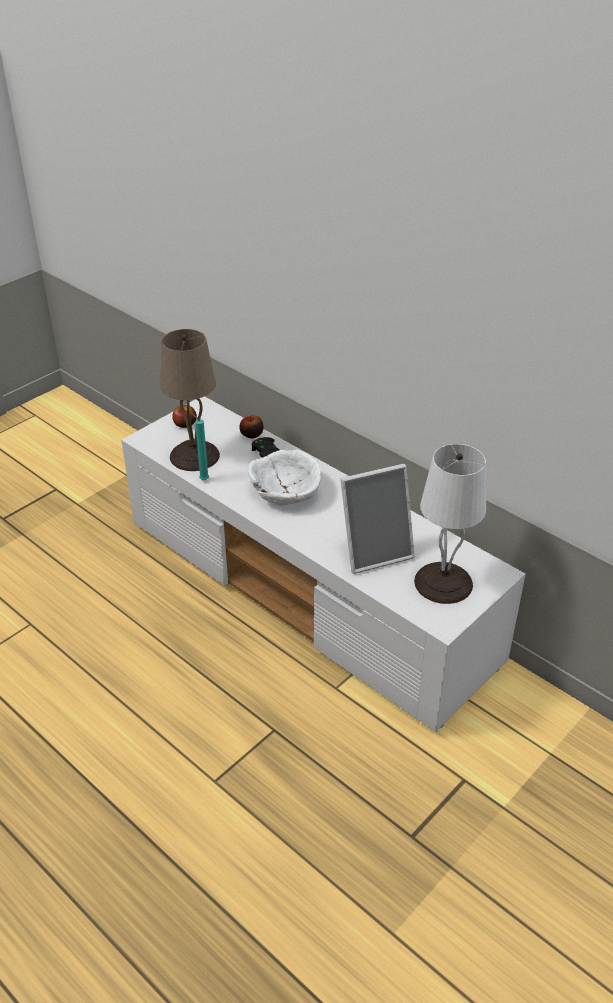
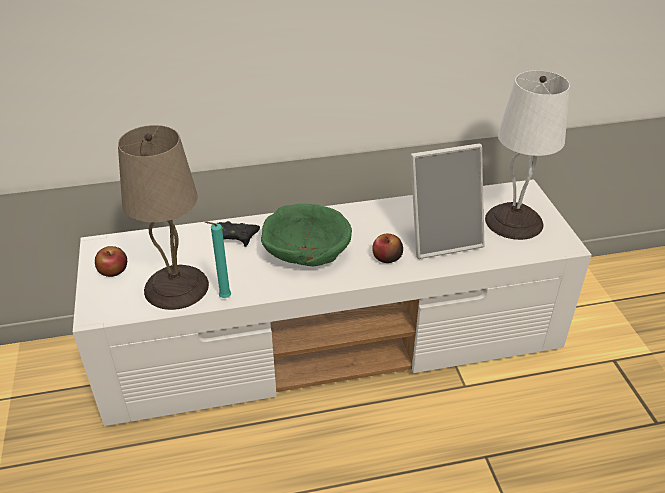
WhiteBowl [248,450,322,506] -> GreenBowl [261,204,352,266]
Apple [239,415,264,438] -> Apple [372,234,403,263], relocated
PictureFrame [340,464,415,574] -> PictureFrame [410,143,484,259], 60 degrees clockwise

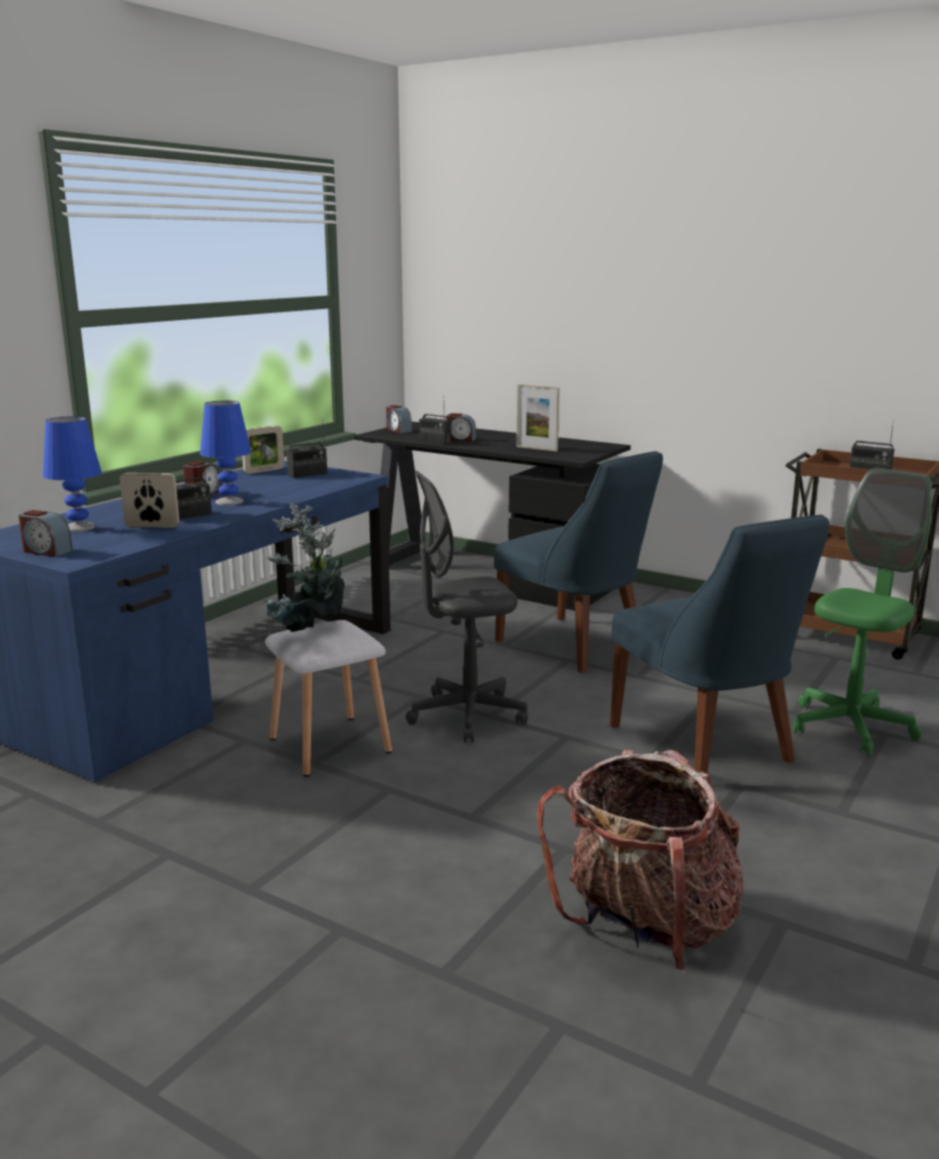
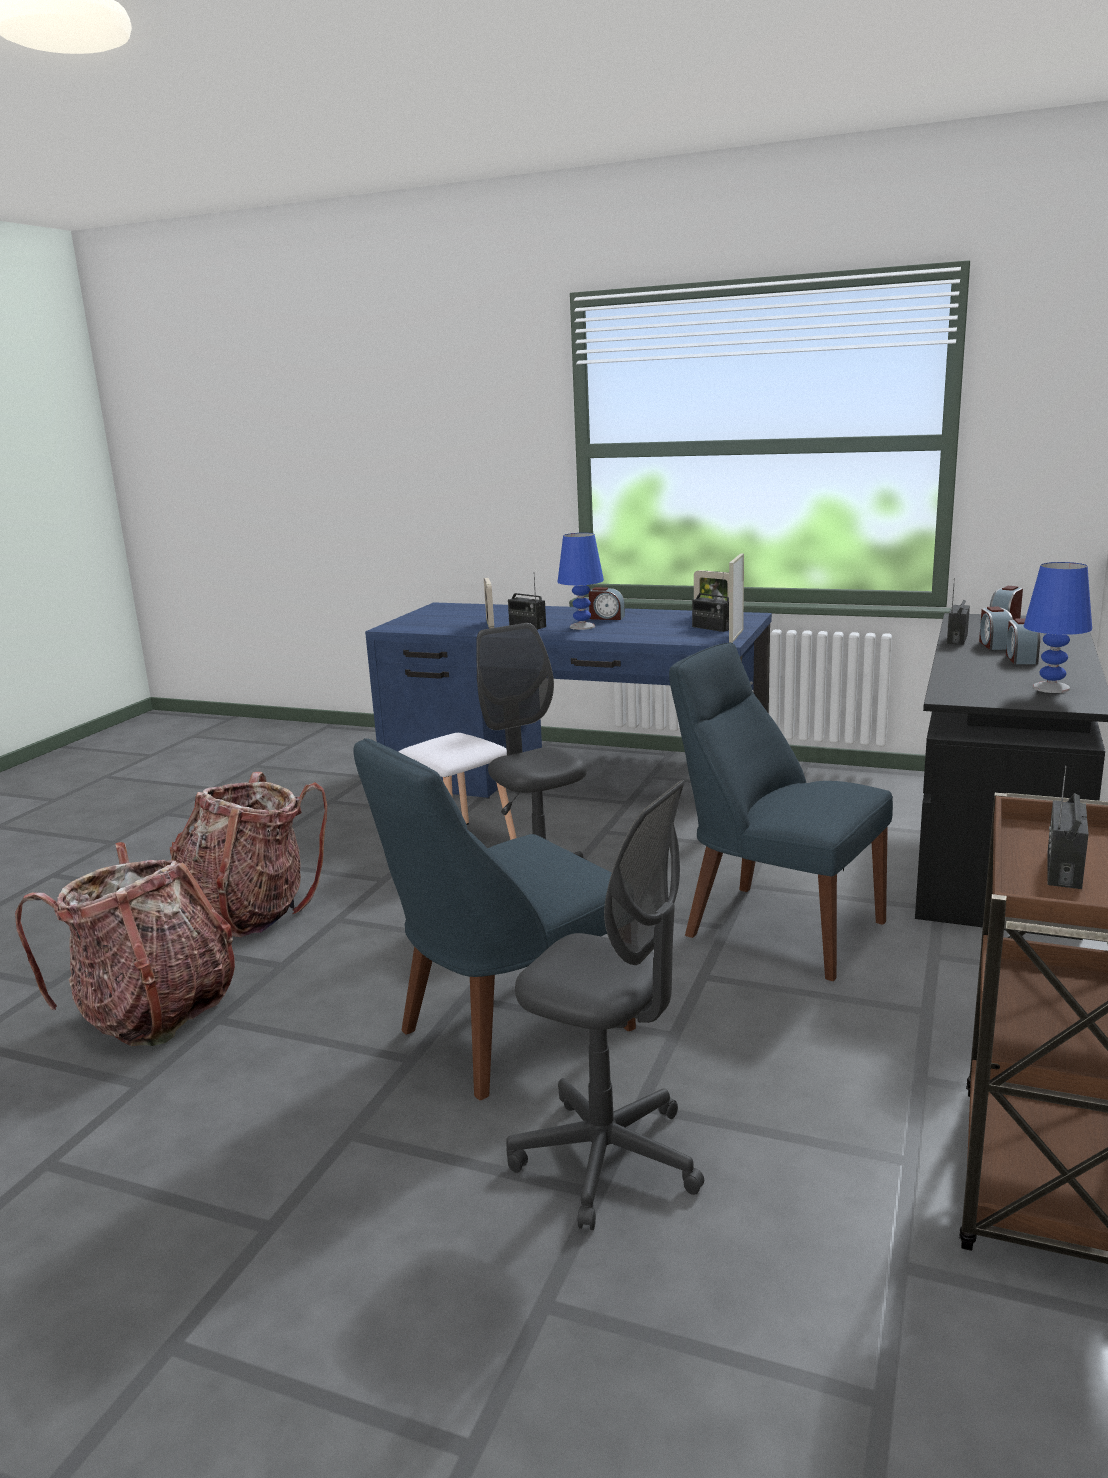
none -> Backpack [170,772,327,937]
GreenOfficeChair [793,468,932,756] -> GreyOfficeChair [506,780,704,1230]
BlueChair [494,451,663,673] -> BlueChair [669,643,893,981], 90 degrees clockwise
PictureFrame [516,384,560,452] -> PictureFrame [729,553,744,643], relocated
AlarmClock [19,510,72,557] -> AlarmClock [1006,619,1040,664], relocated
BlueTableLamp [43,416,102,532] -> BlueTableLamp [1024,562,1092,693], relocated
PottedPlant [264,502,345,632] -> none

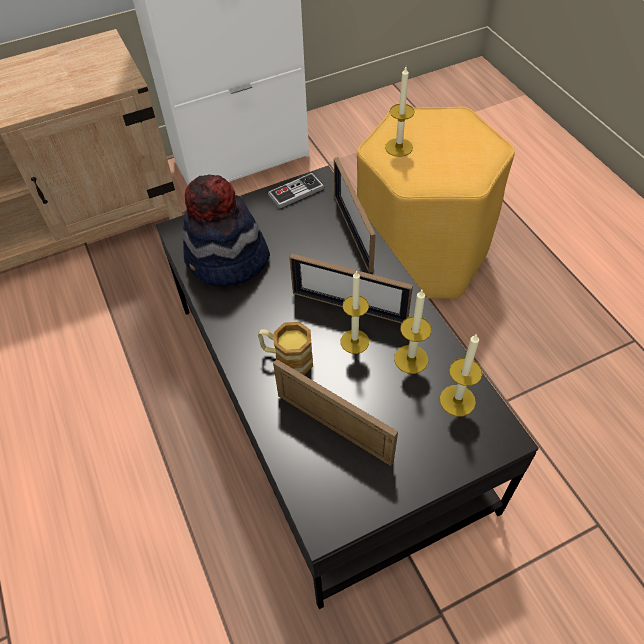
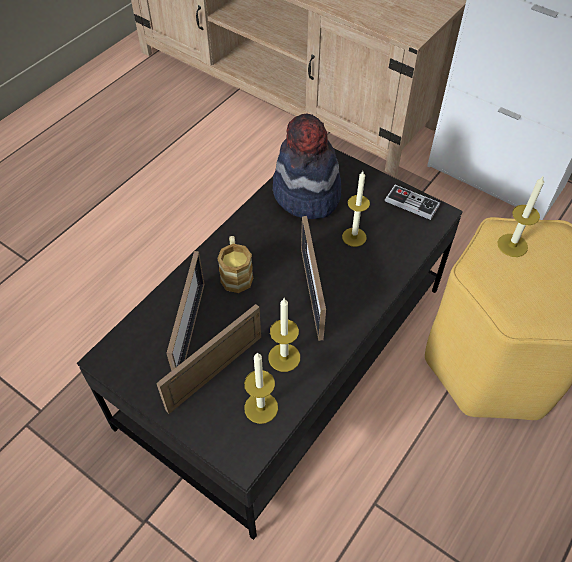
PictureFrame [334,157,376,273] -> PictureFrame [156,304,261,414], relocated
Candle [340,270,369,354] -> Candle [342,171,370,247], relocated

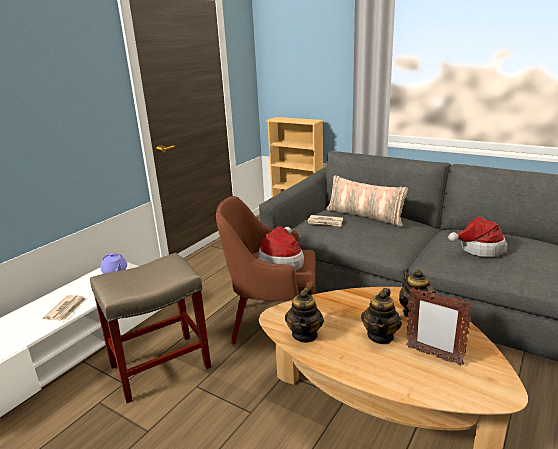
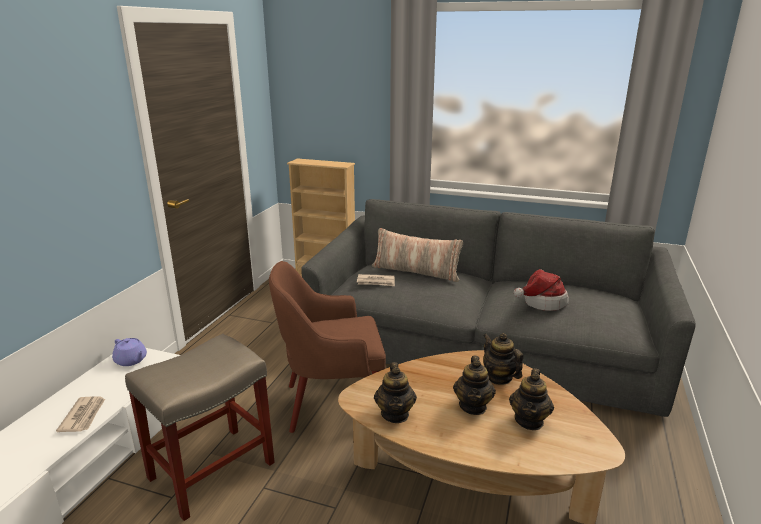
PictureFrame [406,288,473,365] -> Teapot [509,368,554,430]
Hat [258,226,304,270] -> none

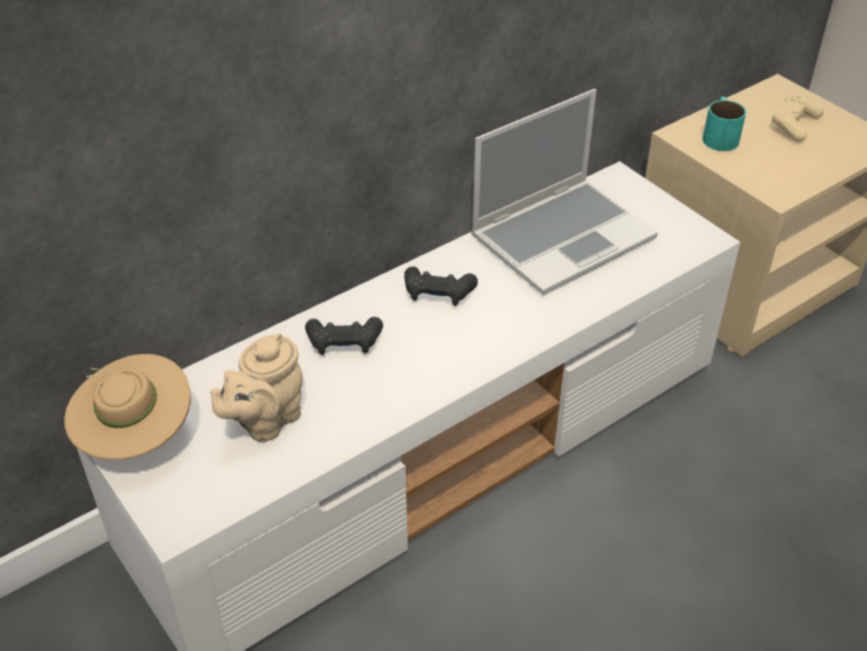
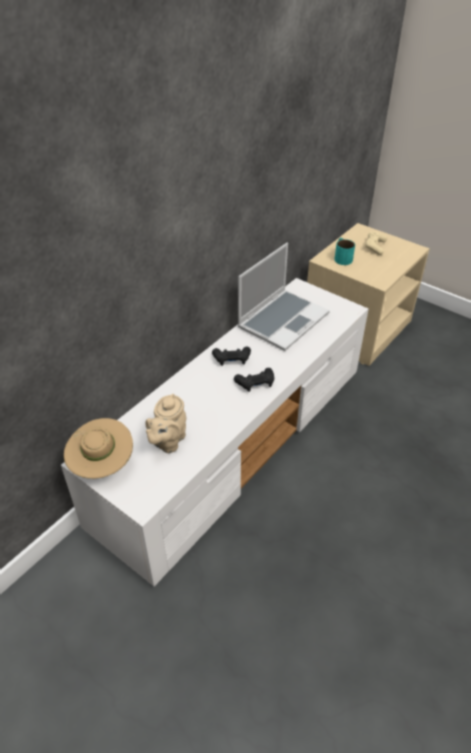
BlackGameController [305,317,383,355] -> BlackGameController [234,368,274,392], relocated

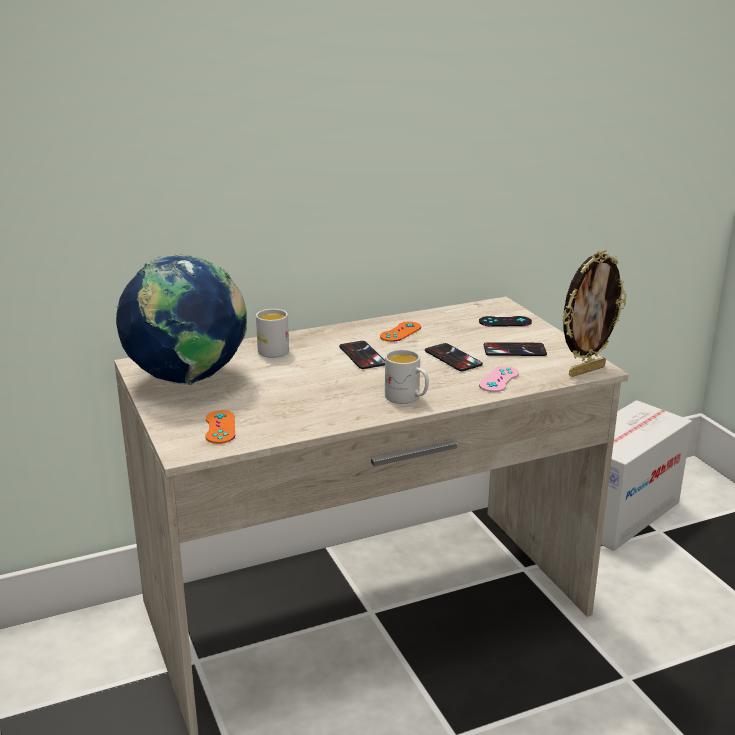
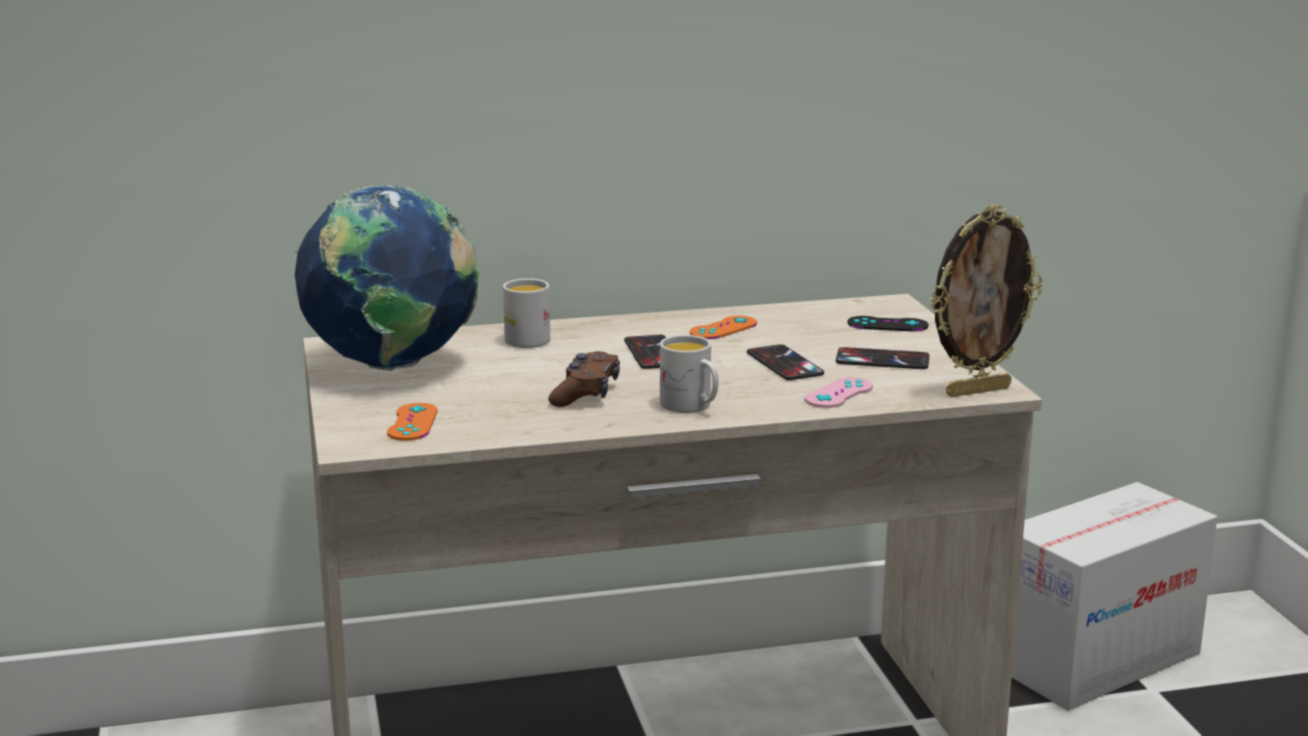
none -> BrownGameController [548,351,620,407]

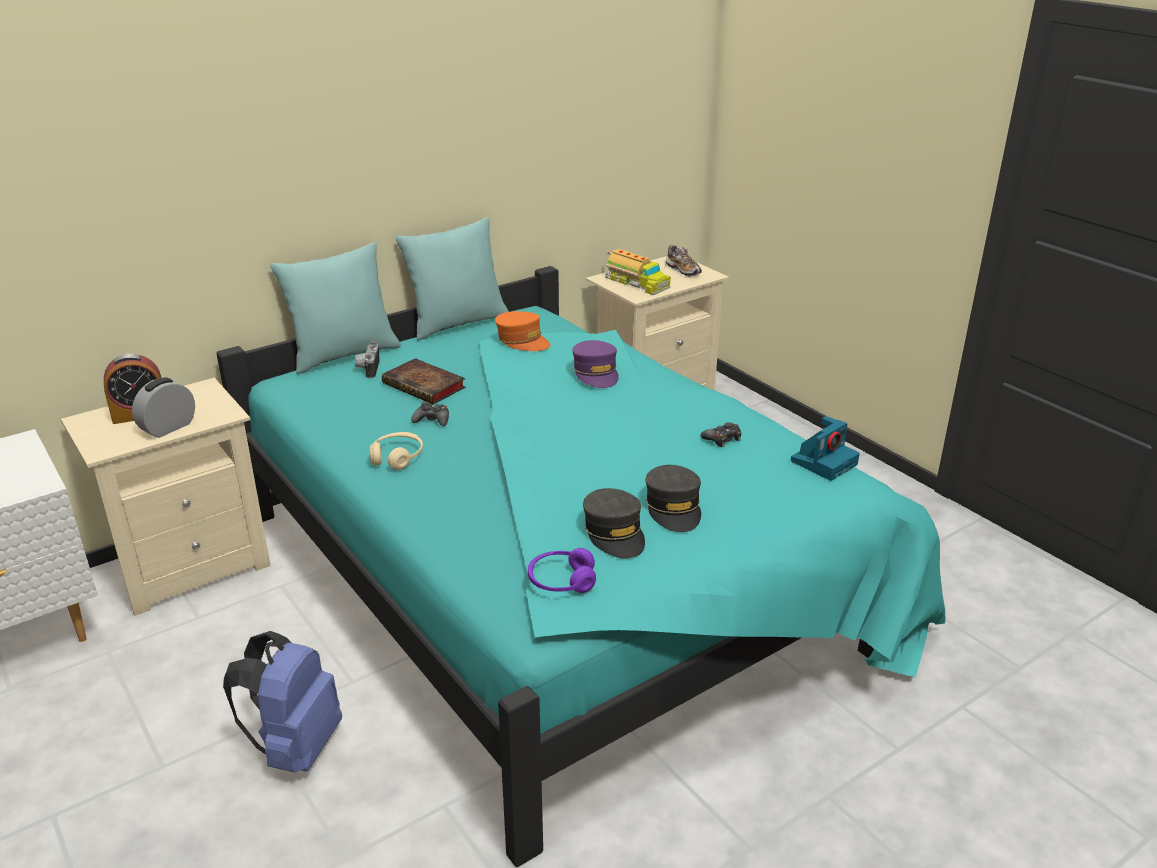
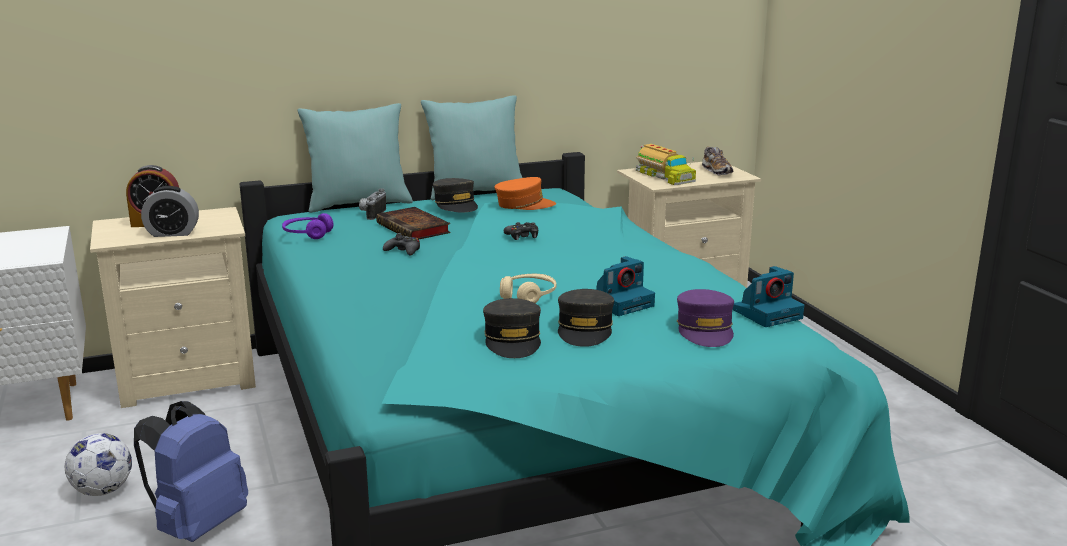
none -> Football [65,433,132,496]
AlarmClock [132,377,195,438] -> AlarmClock [141,186,199,237], 150 degrees counterclockwise
PurpleHeadphones [528,548,596,593] -> PurpleHeadphones [282,213,334,239], relocated
none -> GreyCap [433,178,478,212]
OrangeCap [495,311,550,351] -> OrangeCap [495,177,556,210], 60 degrees counterclockwise
BeigeHeadphones [369,432,423,470] -> BeigeHeadphones [500,274,557,303], relocated
BlackGameController [701,422,741,447] -> BlackGameController [504,222,538,240], relocated
none -> PhotoCamera [596,256,655,316]
PurpleCap [572,340,619,388] -> PurpleCap [677,289,734,347], relocated

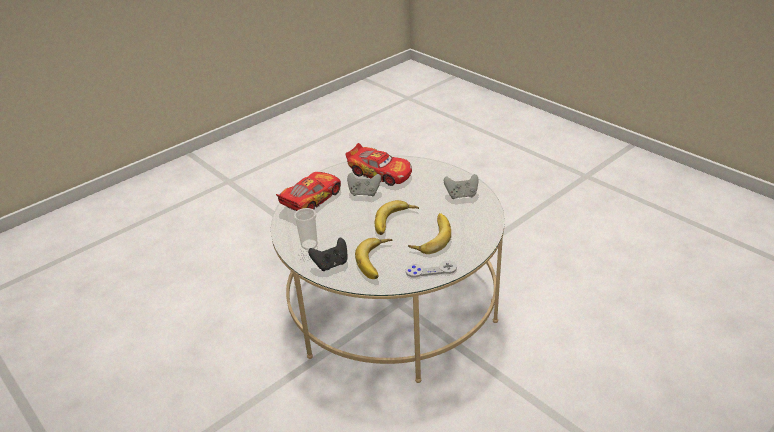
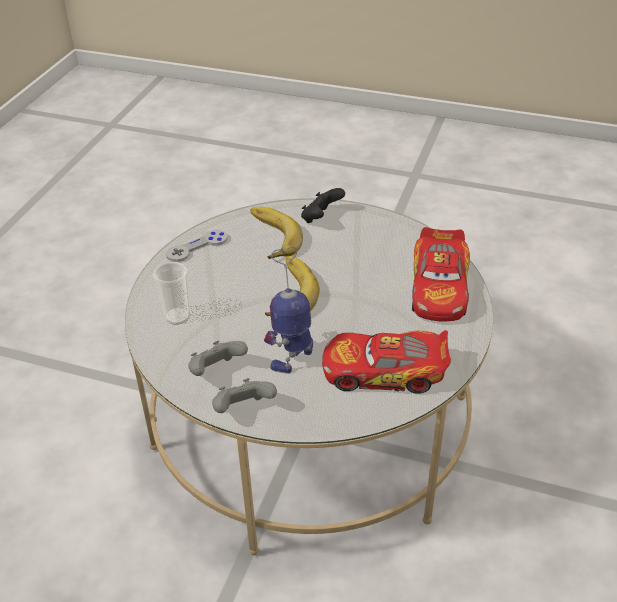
Cup [294,208,318,250] -> Cup [153,262,190,325], relocated
GreyGameController [347,173,381,197] -> GreyGameController [212,378,277,413], relocated
none -> ToyRobot [264,247,313,373]
Banana [408,213,451,254] -> none

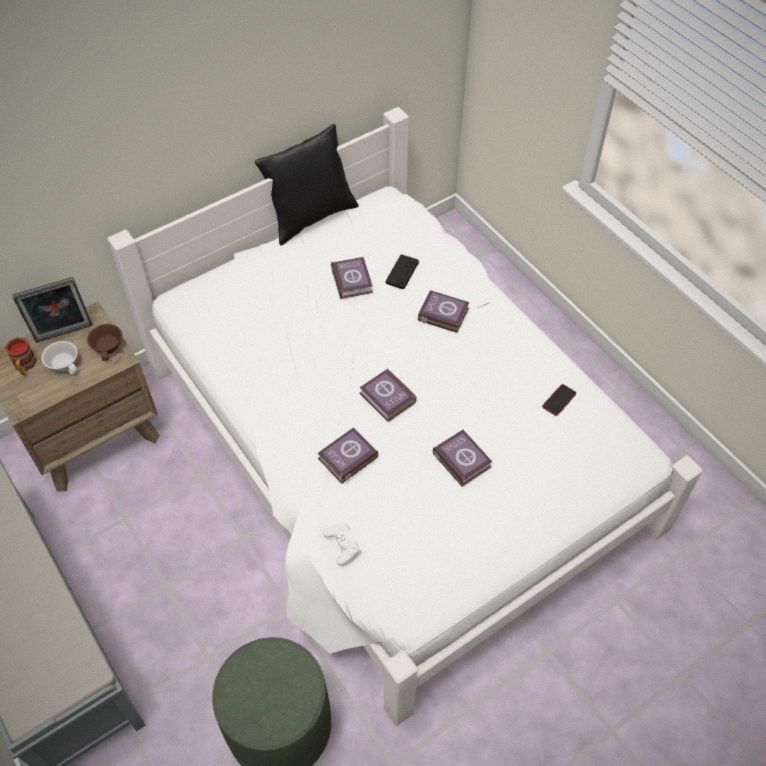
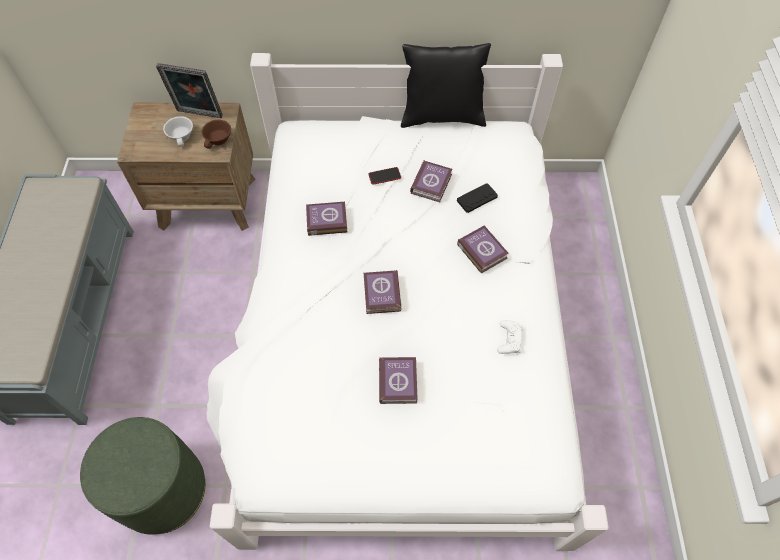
Book [318,427,378,483] -> Book [306,202,347,236], relocated
Phone [542,384,576,416] -> Phone [368,167,401,185], relocated
WhiteGameController [323,523,361,565] -> WhiteGameController [497,320,523,354], relocated
Mug [5,337,37,375] -> none

